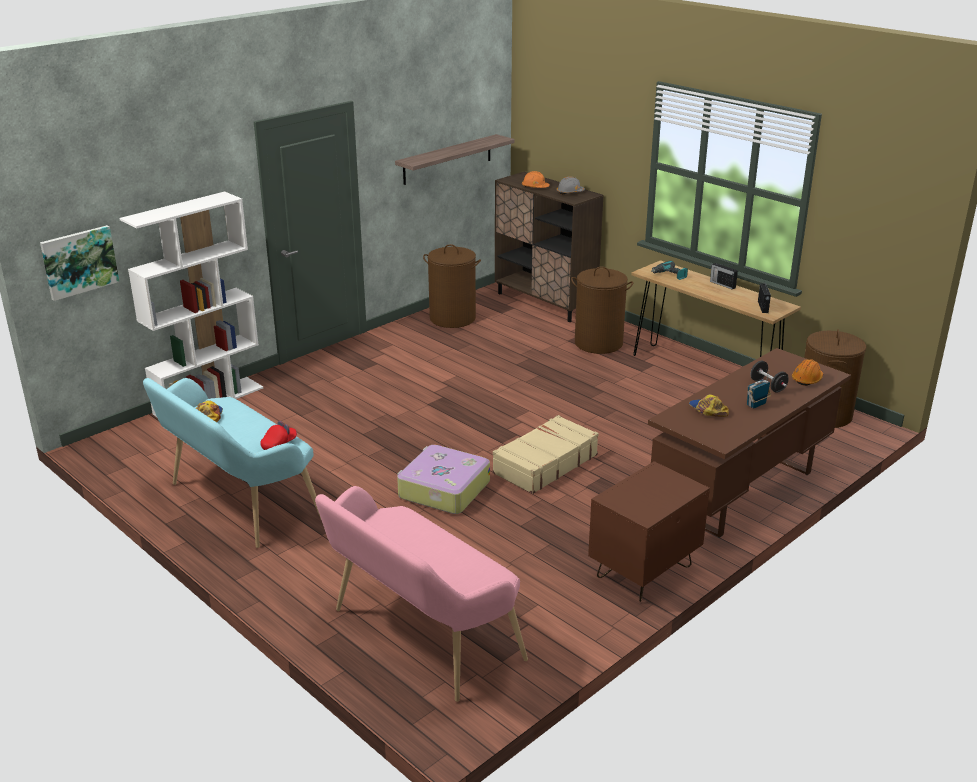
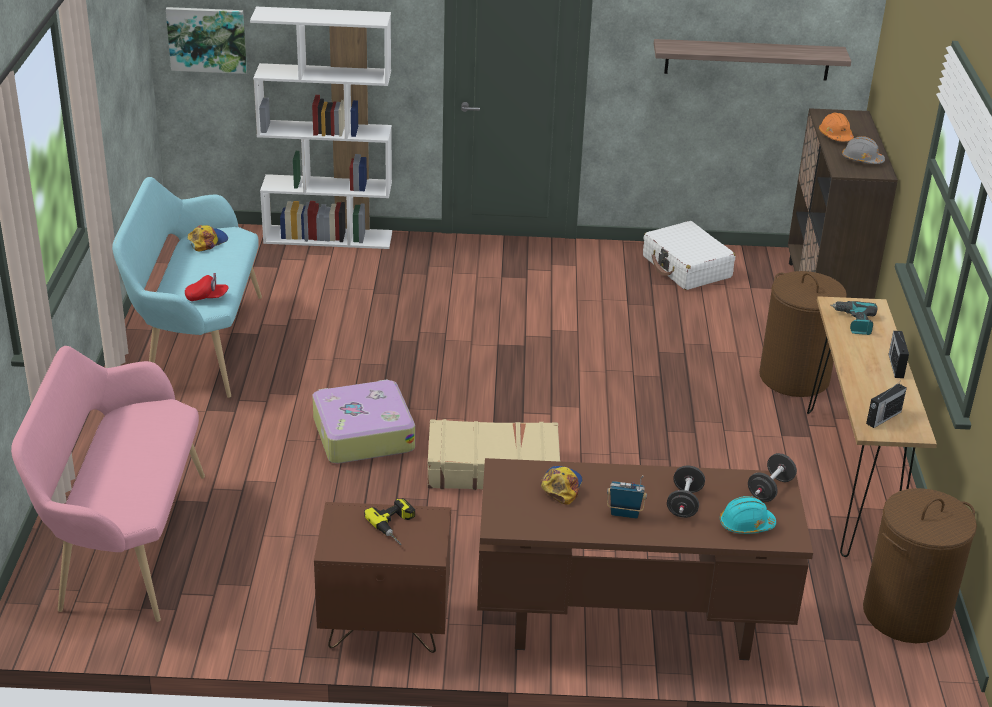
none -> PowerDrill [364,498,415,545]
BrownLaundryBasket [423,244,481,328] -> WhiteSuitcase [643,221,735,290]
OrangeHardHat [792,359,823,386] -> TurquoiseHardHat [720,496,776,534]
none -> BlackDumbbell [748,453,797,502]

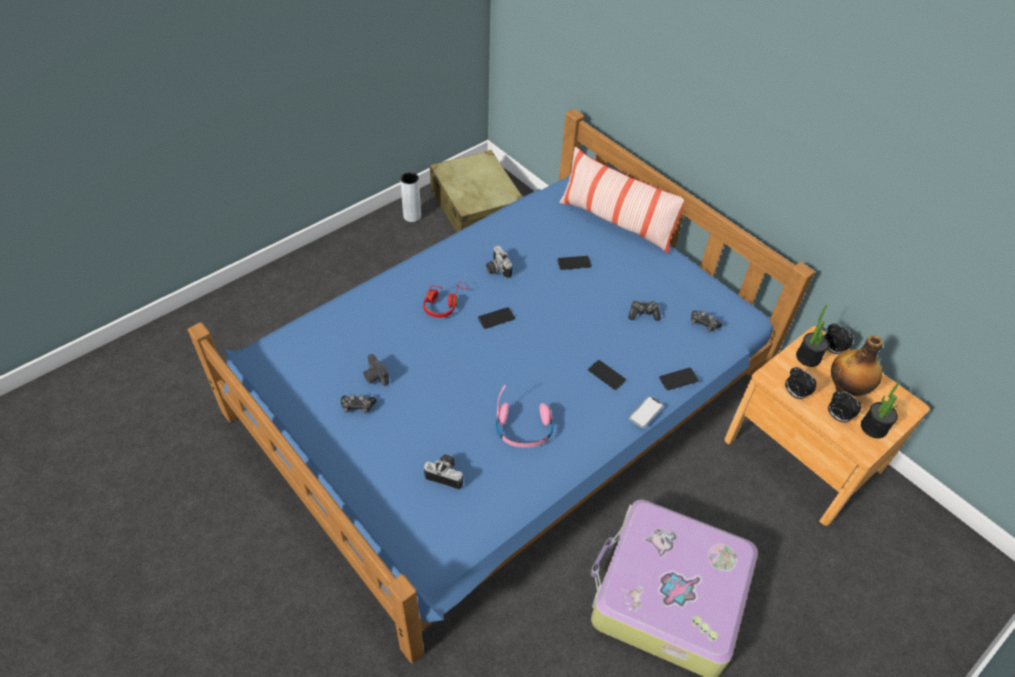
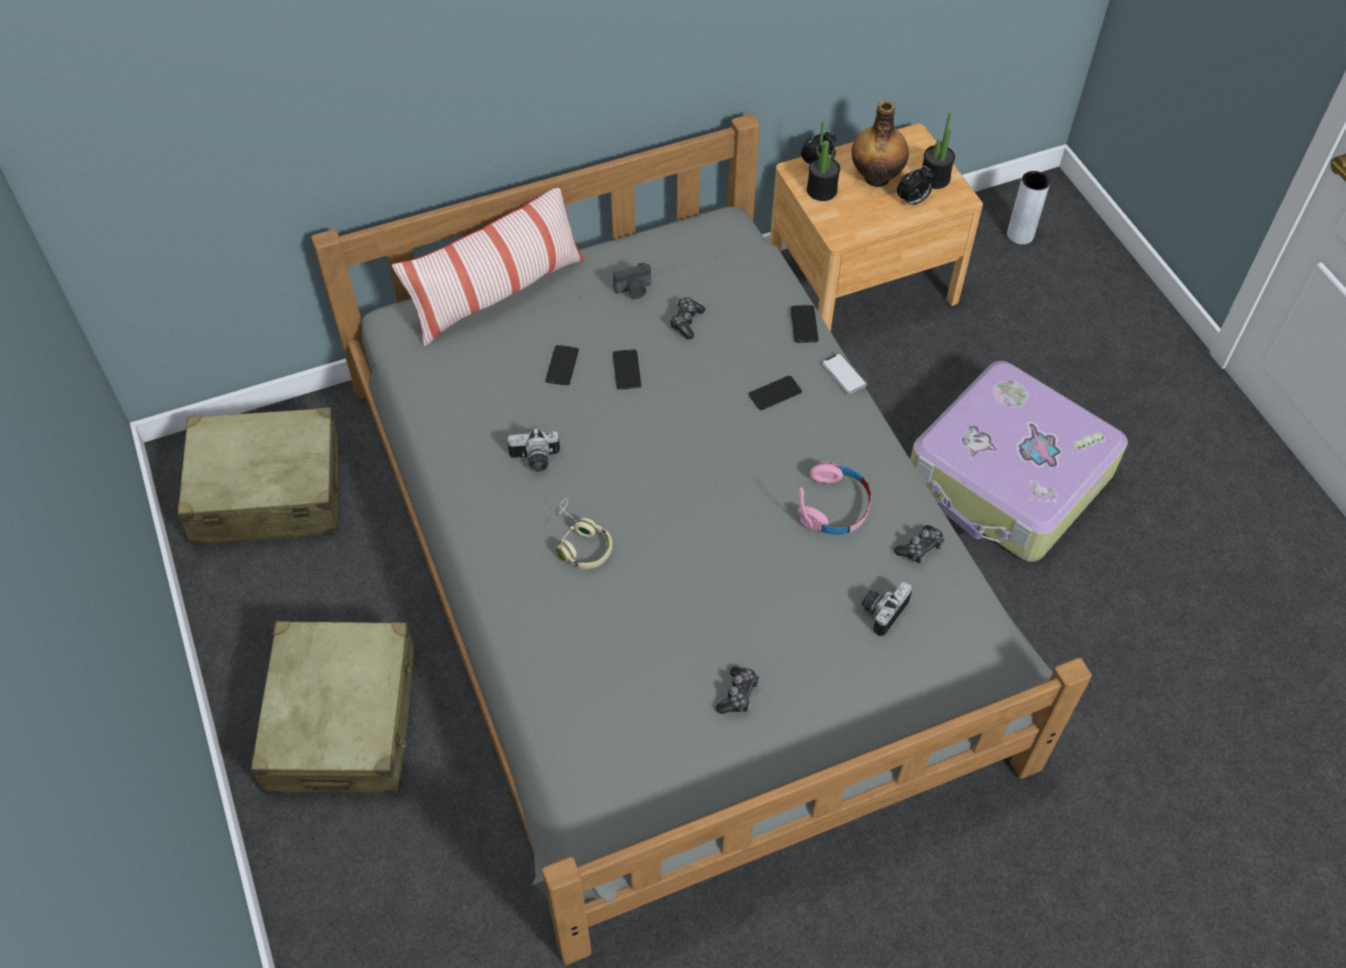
none -> BeigeSuitcase [251,621,416,795]
BlueBed [188,109,815,664] -> GreyBed [311,114,1092,965]
RedHeadphones [423,282,468,318] -> BeigeHeadphones [555,499,612,569]
PhotoCamera [363,354,389,386] -> PhotoCamera [613,263,651,299], relocated
Phone [478,307,515,329] -> Phone [613,349,641,390], relocated
GameController [691,310,722,332] -> GameController [894,525,945,563], relocated
GreyVase [400,172,421,222] -> GreyVase [1007,171,1050,244], relocated
AlarmClock [785,367,816,401] -> none

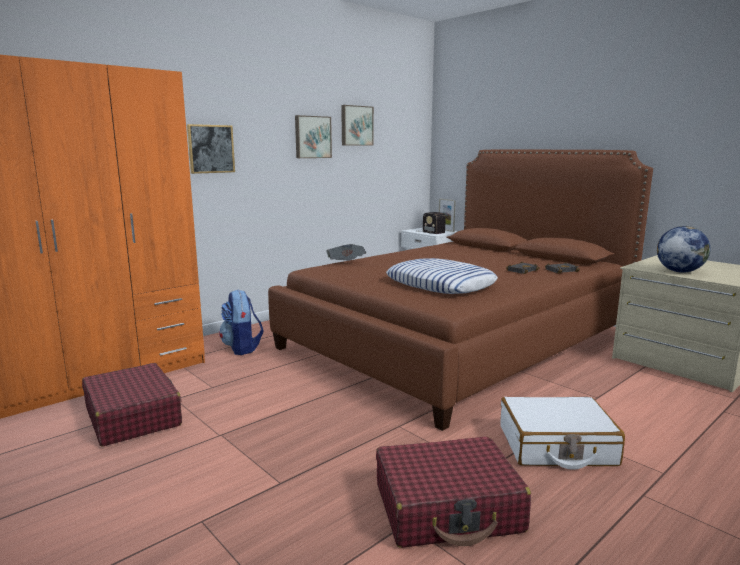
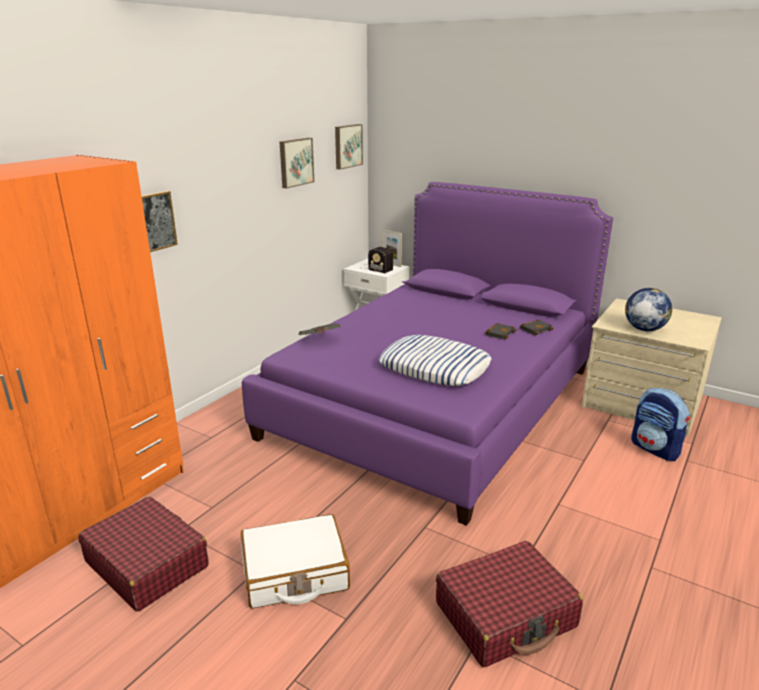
WhiteSuitcase [500,397,625,470] -> WhiteSuitcase [241,514,350,609], relocated
BrownBed [268,150,653,431] -> PurpleBed [242,182,613,526]
Picture [295,115,332,158] -> Picture [335,124,363,170], relocated
Backpack [219,289,263,355] -> Backpack [631,388,690,461], relocated

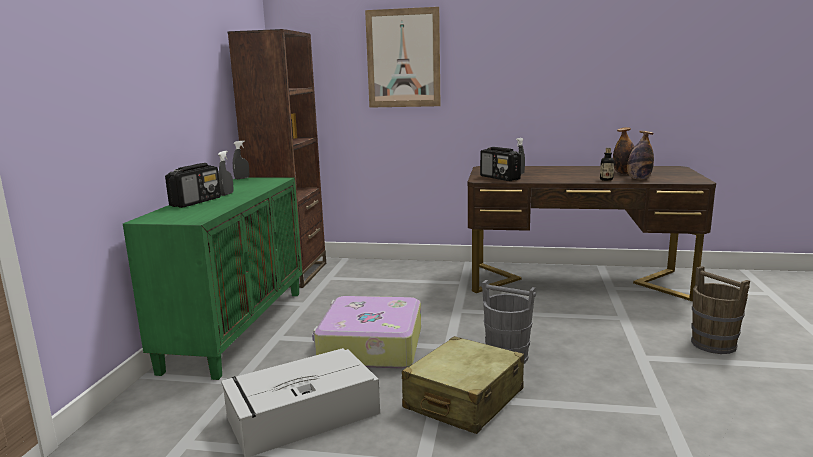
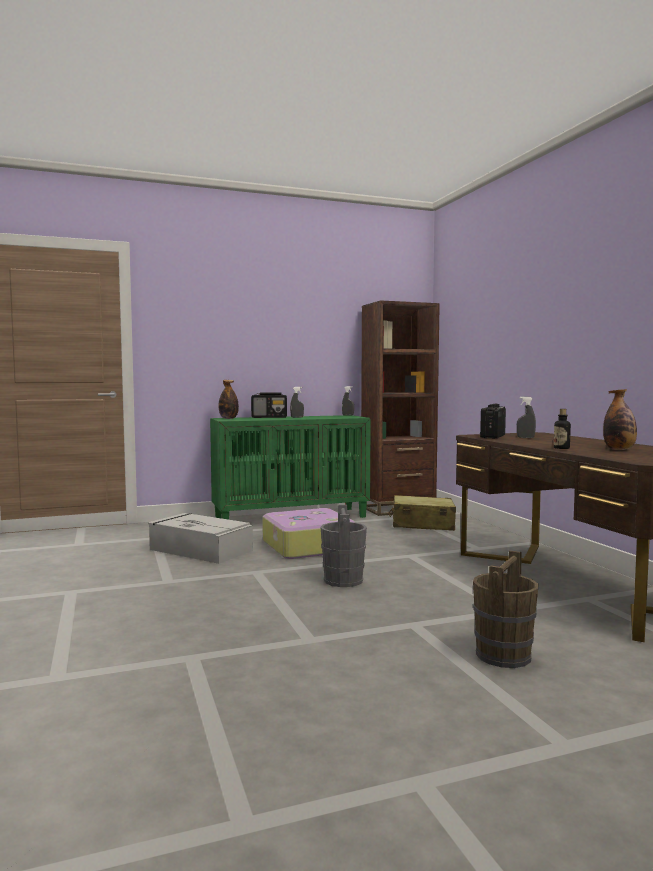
Bottle [627,131,654,180] -> Bottle [218,380,239,419], relocated
BeigeSuitcase [402,336,524,434] -> BeigeSuitcase [388,495,456,531], relocated
Picture [365,7,441,108] -> none

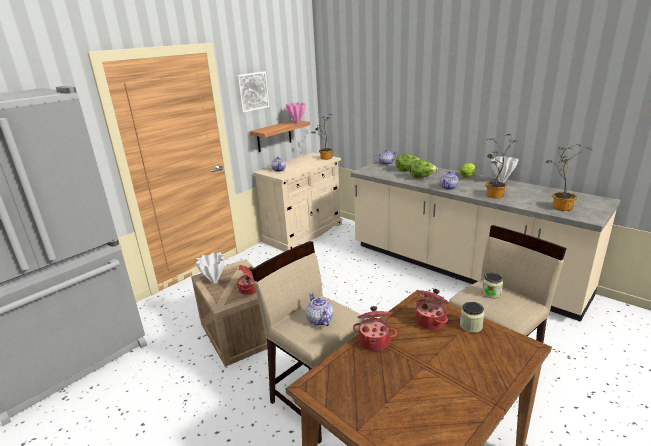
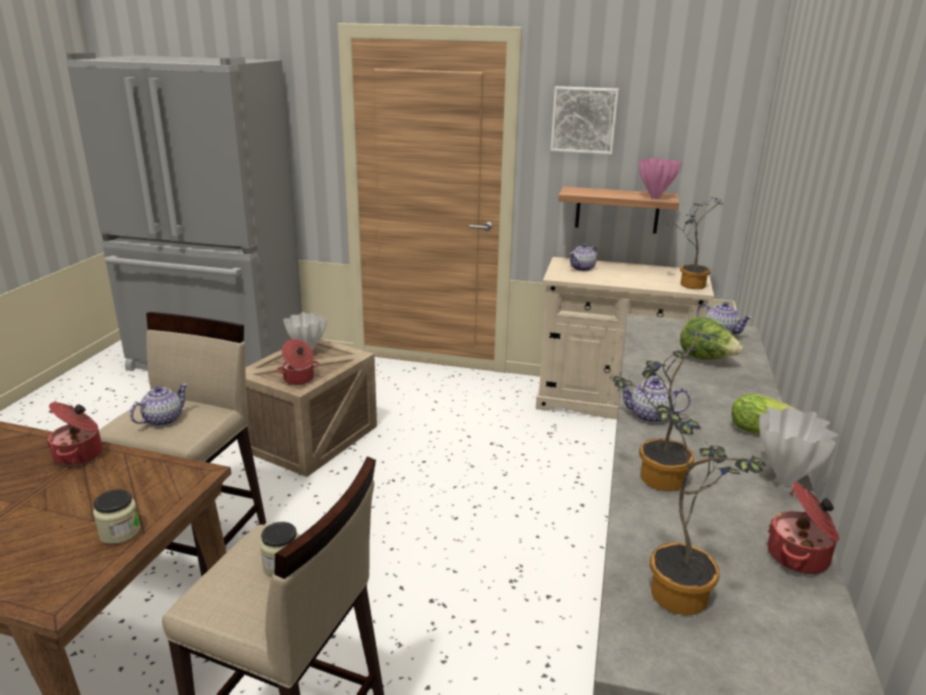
CookingPot [416,289,450,330] -> CookingPot [768,482,839,574], relocated
Lettuce [410,160,438,178] -> none

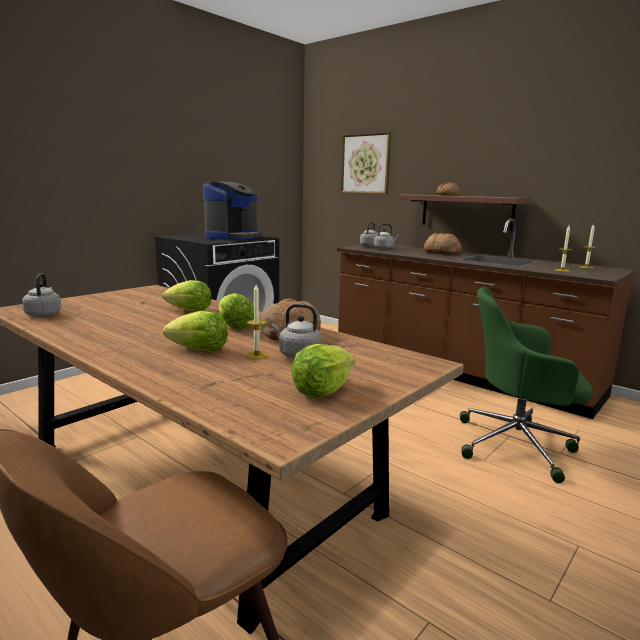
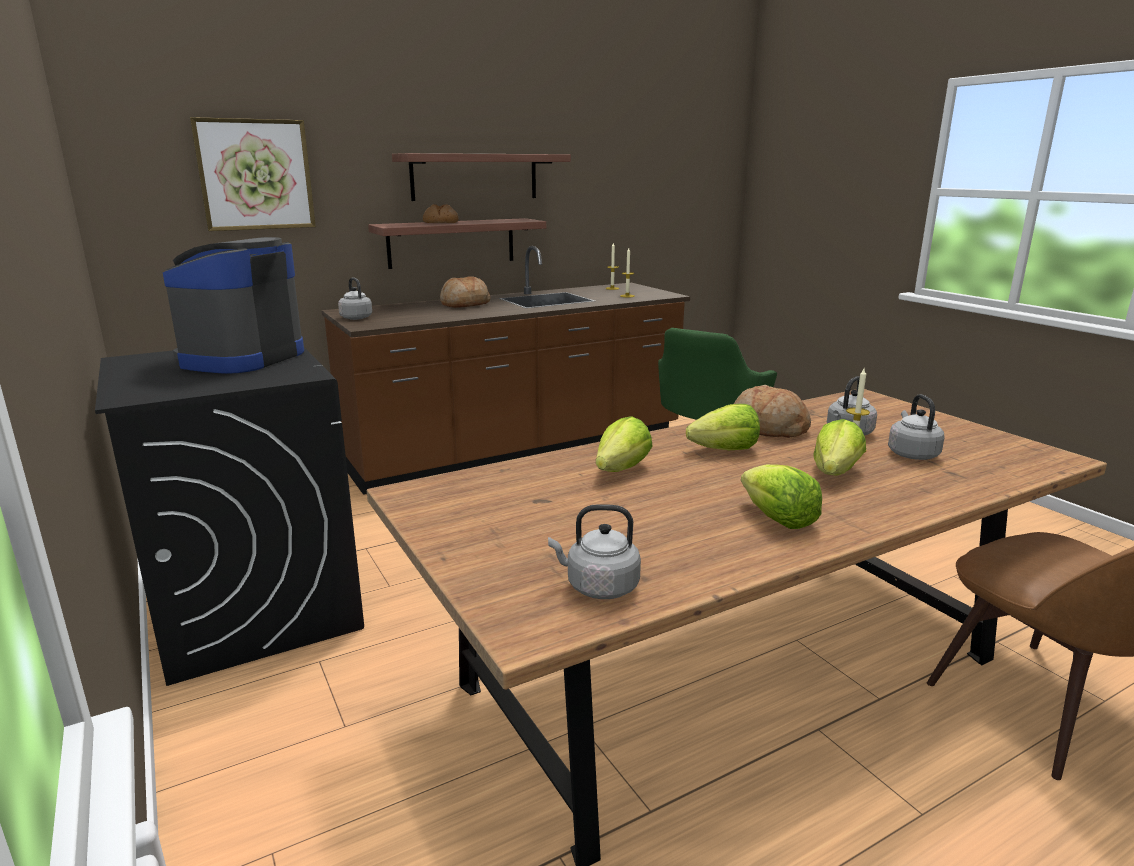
CoffeeMachine [203,181,262,240] -> CoffeeMachine [163,237,304,374], 120 degrees counterclockwise
none -> Shelf [392,153,571,201]
Lettuce [291,344,355,398] -> Lettuce [741,464,822,529], relocated
GreyKettle [374,224,399,249] -> GreyKettle [888,394,944,460], relocated

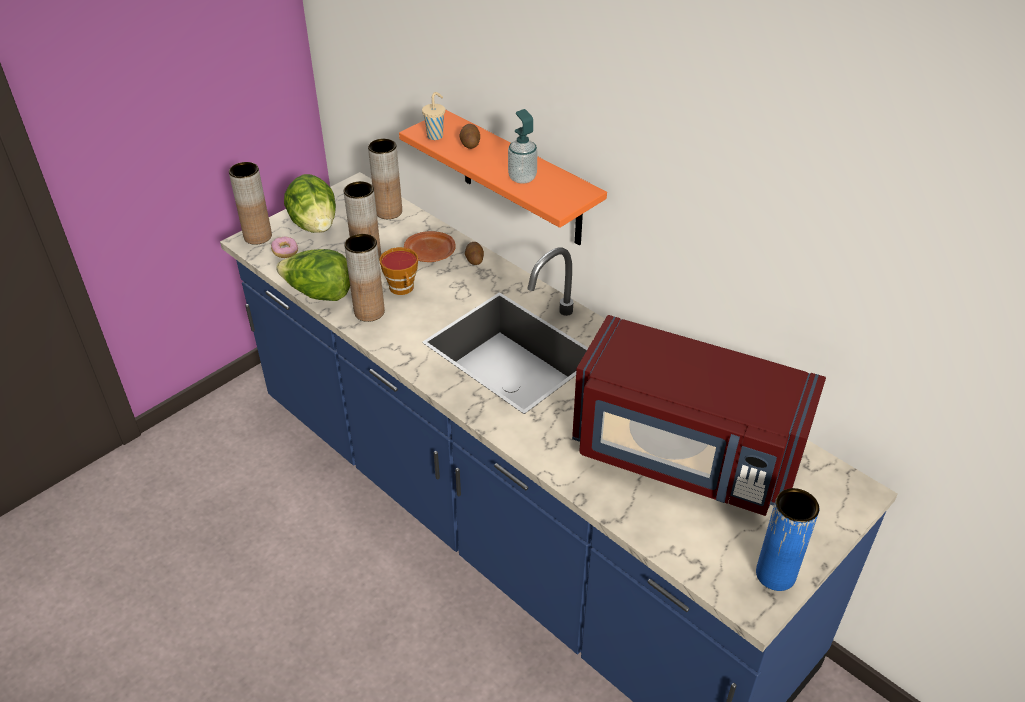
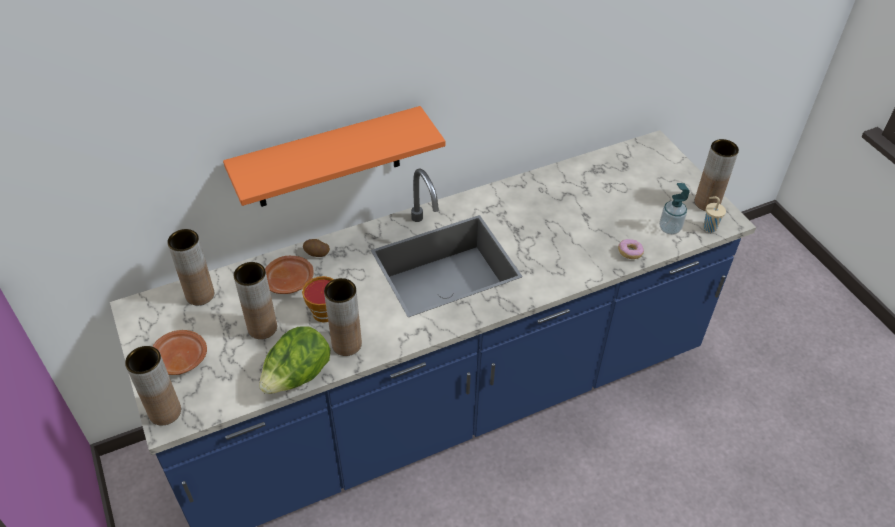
Lettuce [284,174,336,233] -> BrownPlate [153,330,207,375]
Donut [271,236,298,258] -> Donut [618,239,644,259], relocated
SoapDispenser [508,109,537,184] -> SoapDispenser [659,183,690,235], relocated
BlueVase [756,488,819,591] -> BrownVase [694,139,739,211]
BeigeCup [422,92,445,140] -> BeigeCup [703,196,726,232], relocated
Potato [459,124,480,149] -> none
RedMicrowave [572,315,826,516] -> none

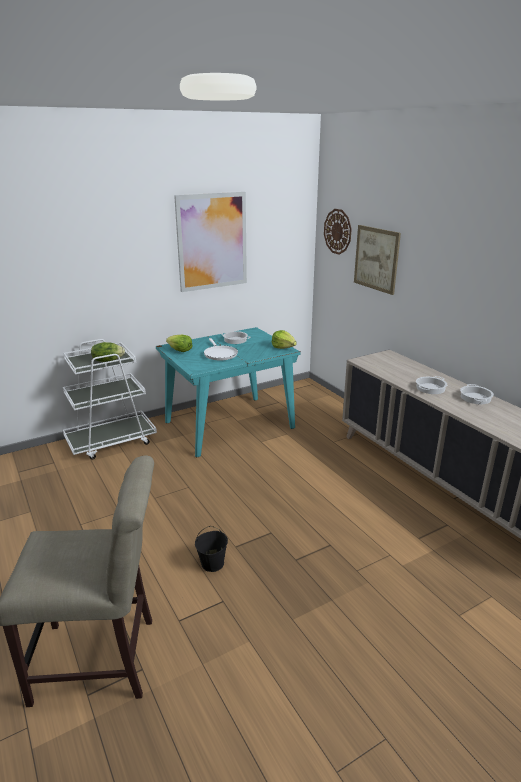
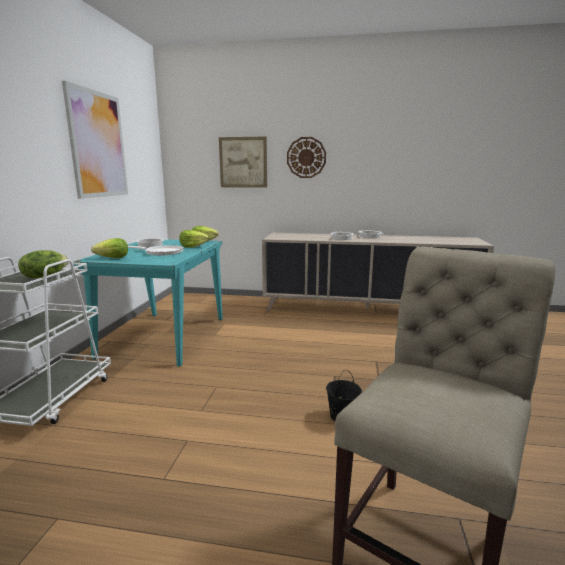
none -> Lettuce [179,230,209,248]
WallClock [324,209,352,255] -> WallClock [287,137,326,178], relocated

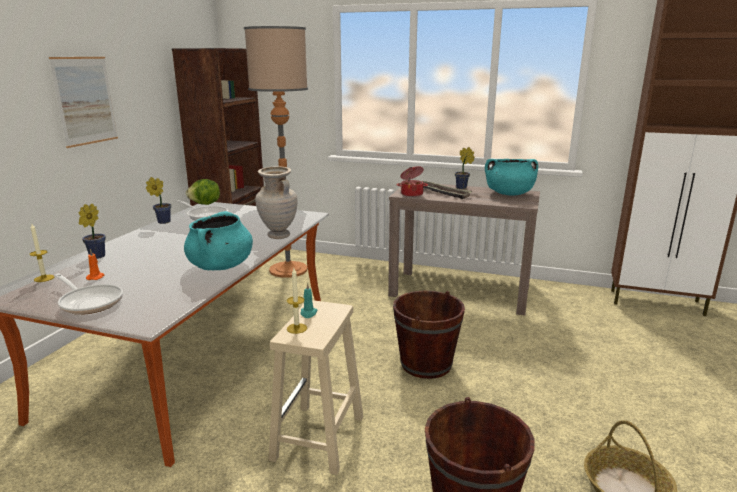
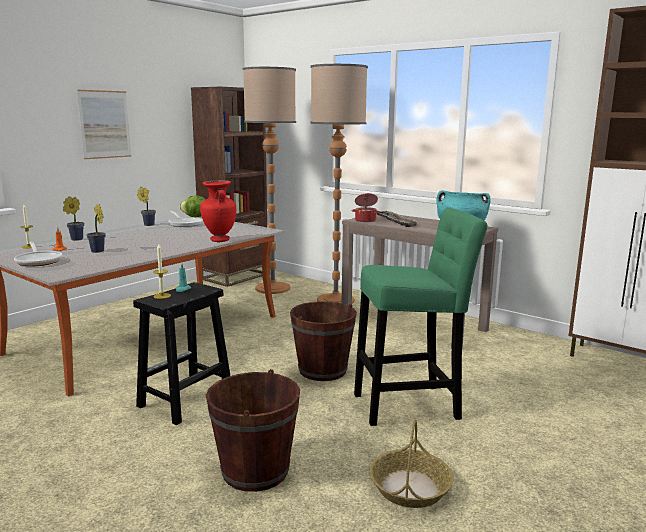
PottedPlant [455,147,475,189] -> PottedPlant [87,204,106,253], relocated
BeigeStool [268,300,363,475] -> BlackStool [133,282,230,425]
BeigeVase [255,166,298,239] -> RedVase [200,180,236,242]
none -> FloorLamp [310,64,368,304]
none -> GreenStool [354,207,487,426]
TurquoiseCookingPot [184,211,253,270] -> none

